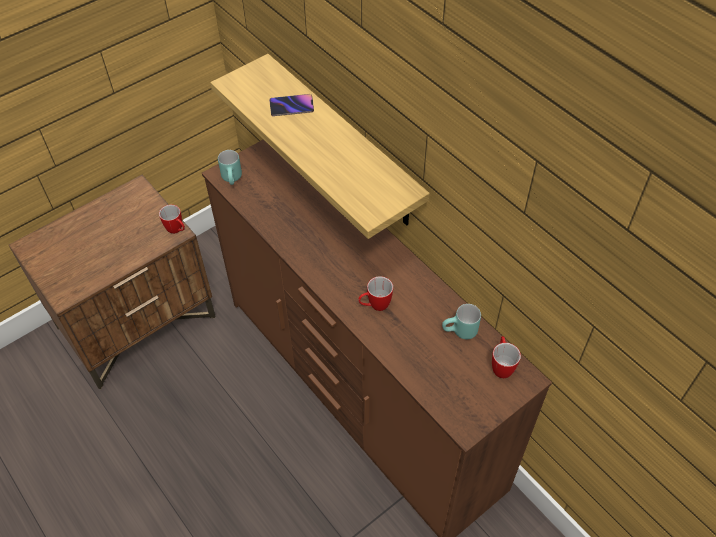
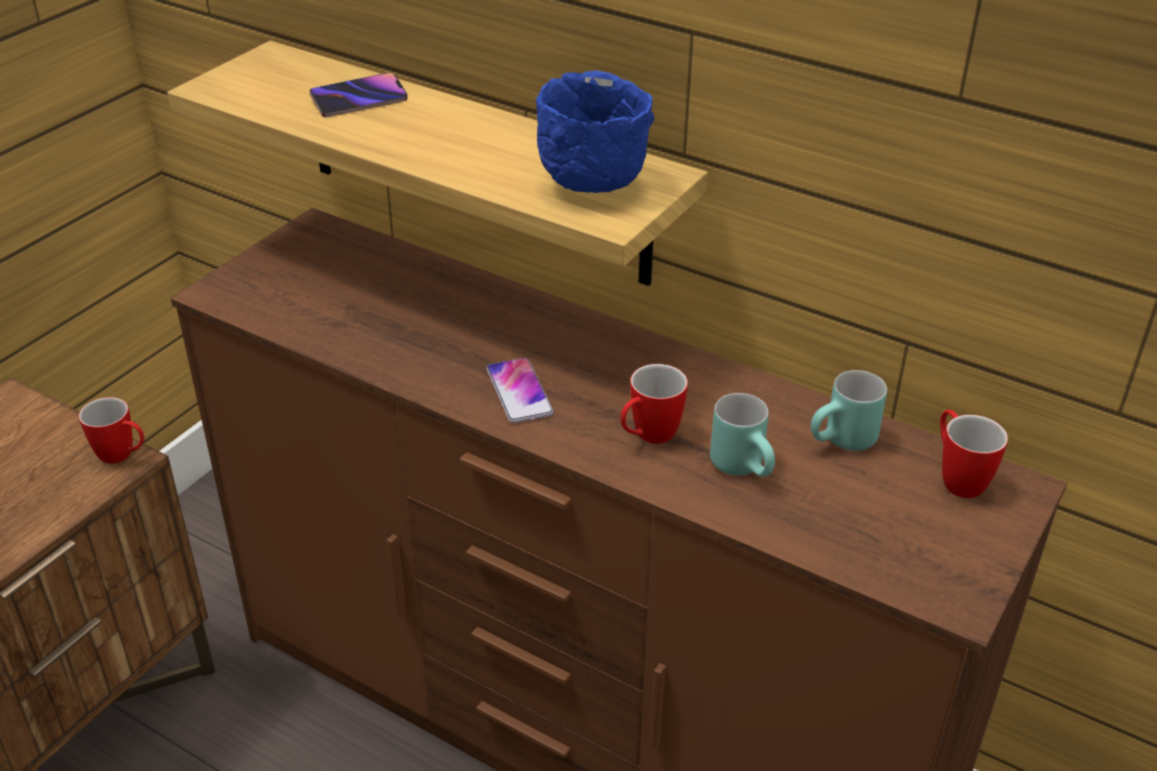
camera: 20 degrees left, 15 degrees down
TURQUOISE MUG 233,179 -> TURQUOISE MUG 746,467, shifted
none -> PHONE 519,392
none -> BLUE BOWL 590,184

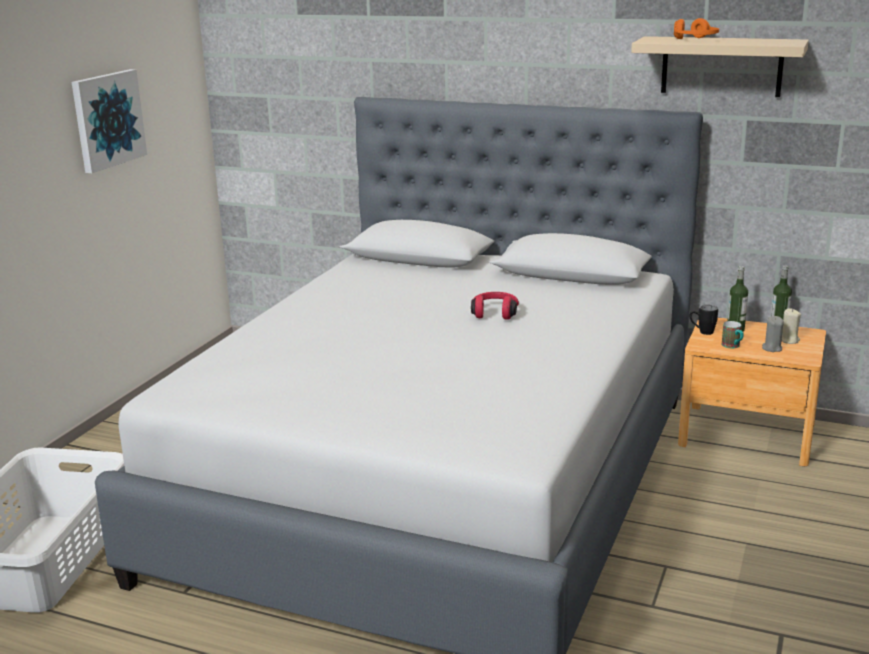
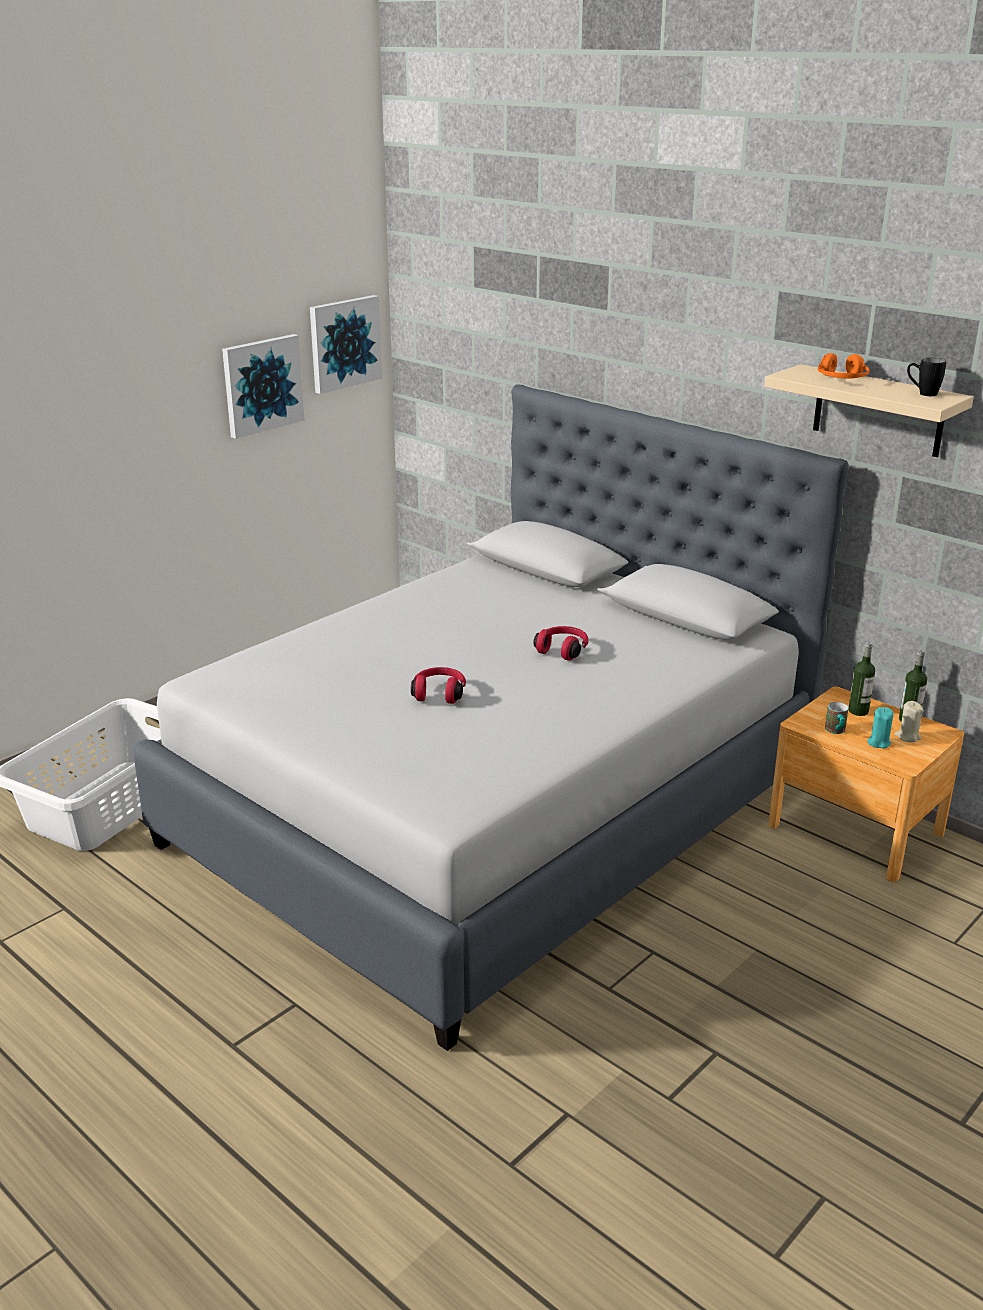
camera: 20 degrees right, 5 degrees up
BLACK MUG 702,332 -> BLACK MUG 922,393, shifted
GREY CANDLE 771,348 -> TURQUOISE CANDLE 878,742
none -> PICTURE 344,343
none -> RED HEADPHONES 439,694

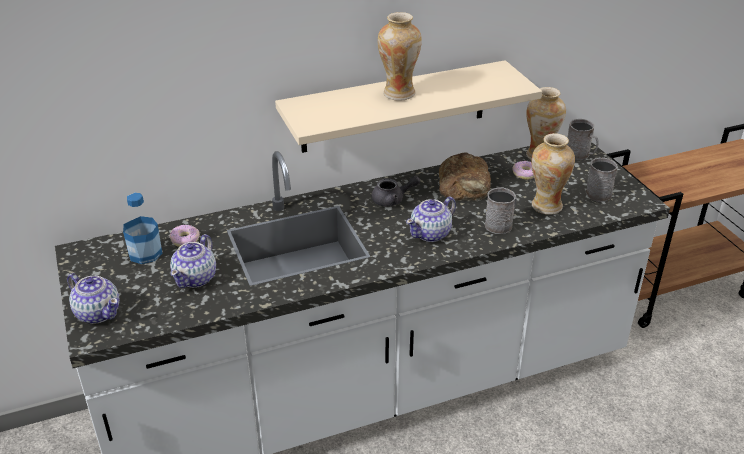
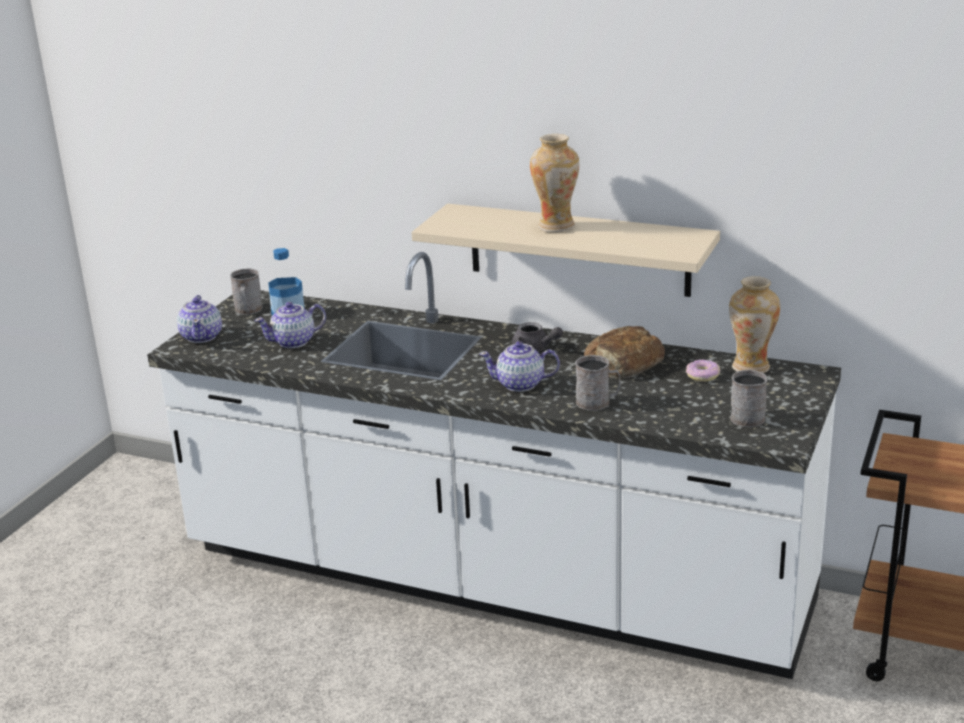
camera: 45 degrees right, 10 degrees down
DONUT 185,239 -> none
VASE 546,206 -> none
GREY MUG 580,154 -> GREY MUG 248,310, shifted

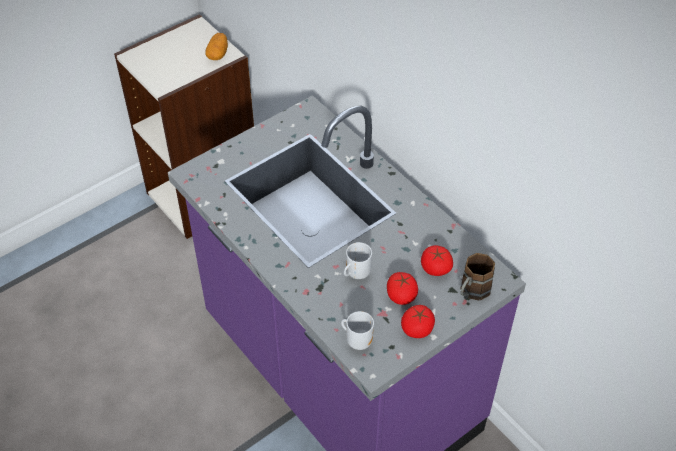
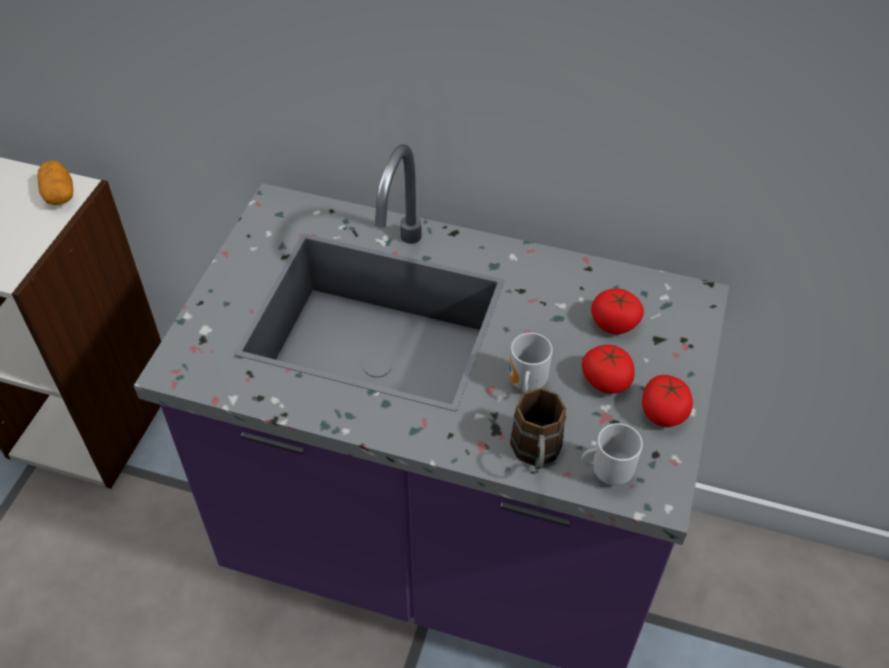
camera: 35 degrees left, 0 degrees up
BROWN MUG 471,292 -> BROWN MUG 536,455, shifted

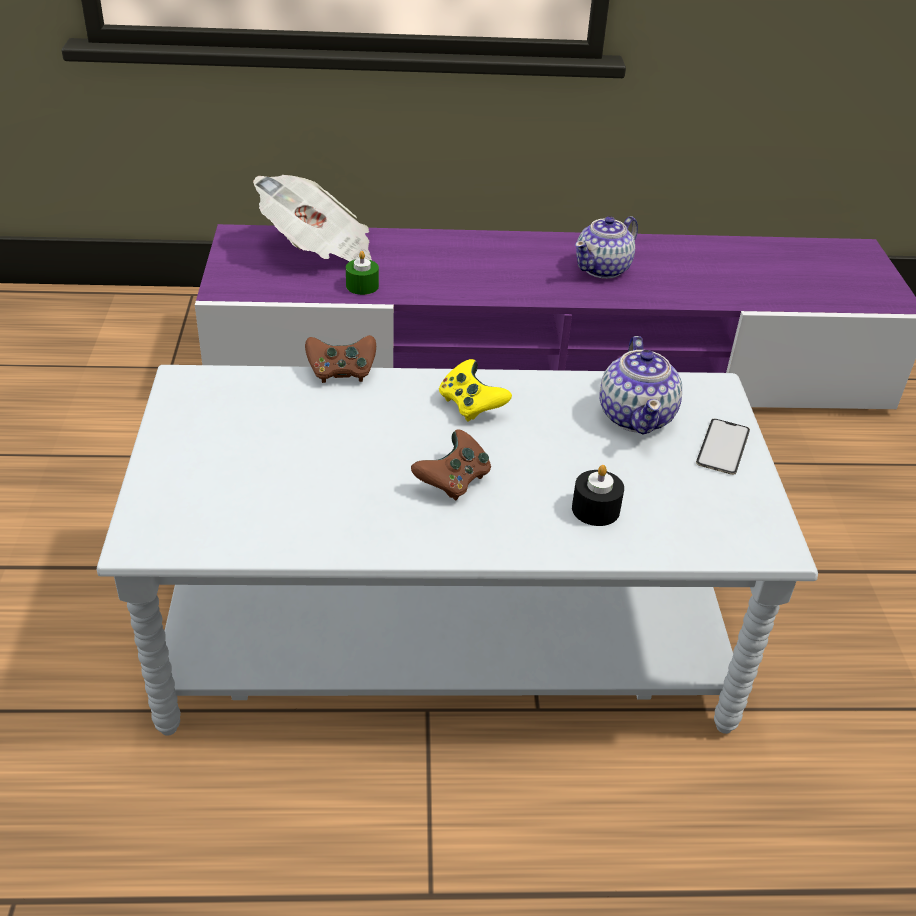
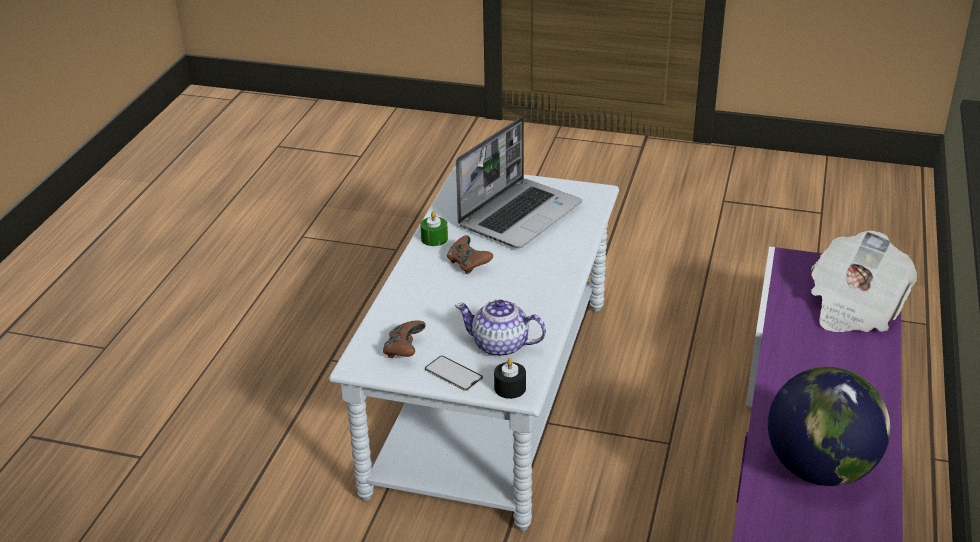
camera: 110 degrees right, 5 degrees down
BROWN GAME CONTROLLER 341,372 -> BROWN GAME CONTROLLER 404,350, shifted
GREEN CANDLE 362,286 -> GREEN CANDLE 434,238, shifted
YELLOW GAME CONTROLLER 471,405 -> none
BLACK CANDLE 595,509 -> BLACK CANDLE 510,388, shifted
TEAPOT 603,269 -> GLOBE 819,469
none -> LAPTOP 520,214

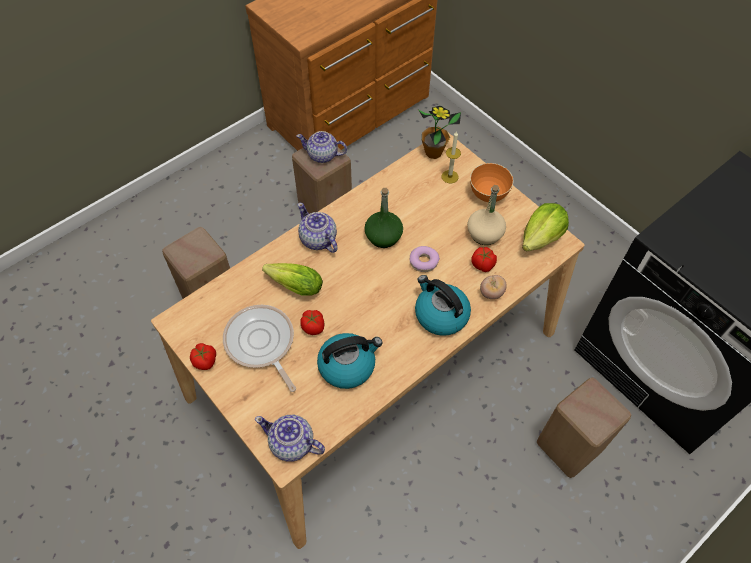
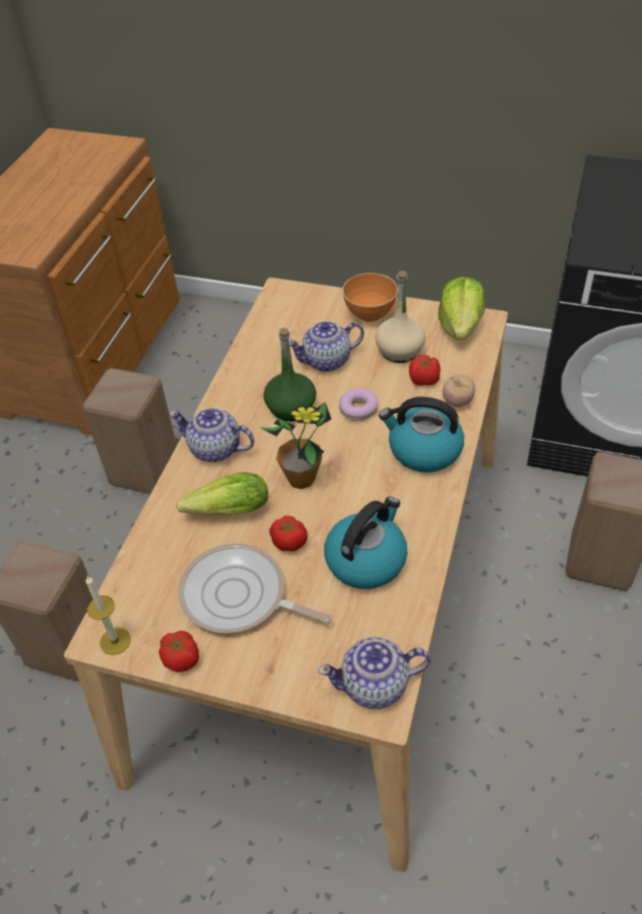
camera: 30 degrees left, 10 degrees down
TEAPOT 323,155 -> TEAPOT 327,361, shifted
POTTED PLANT 433,152 -> POTTED PLANT 301,479, shifted
CANDLE 449,176 -> CANDLE 115,641, shifted

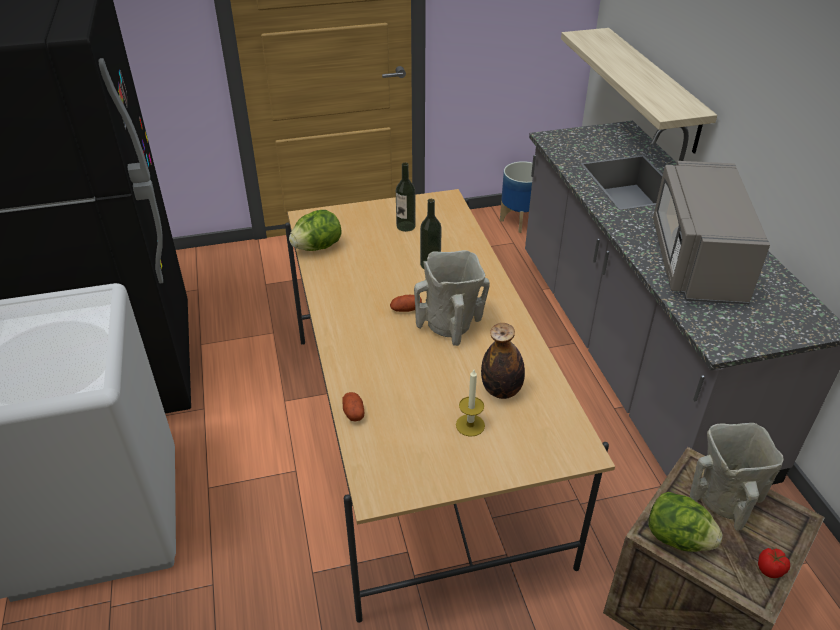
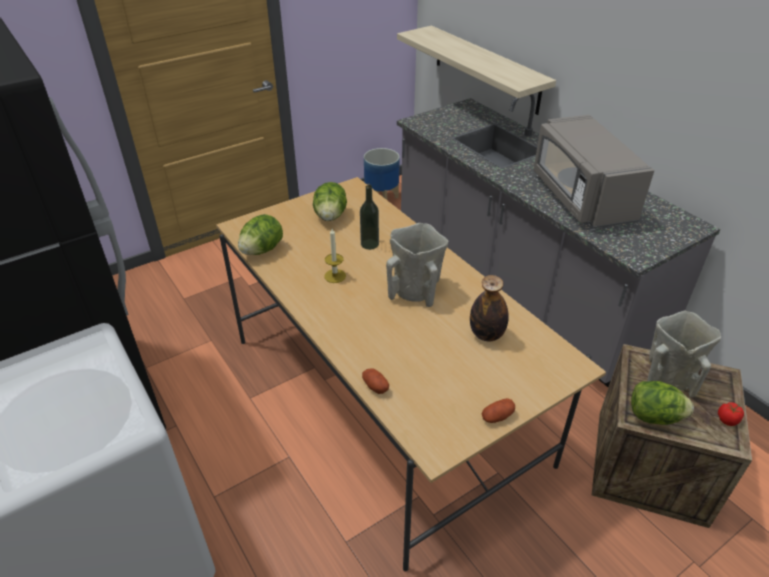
camera: 20 degrees left, 0 degrees up
POTATO 406,309 -> POTATO 497,417, shifted
BOTTLE 405,226 -> LETTUCE 330,216
CANDLE 470,425 -> CANDLE 335,276, shifted

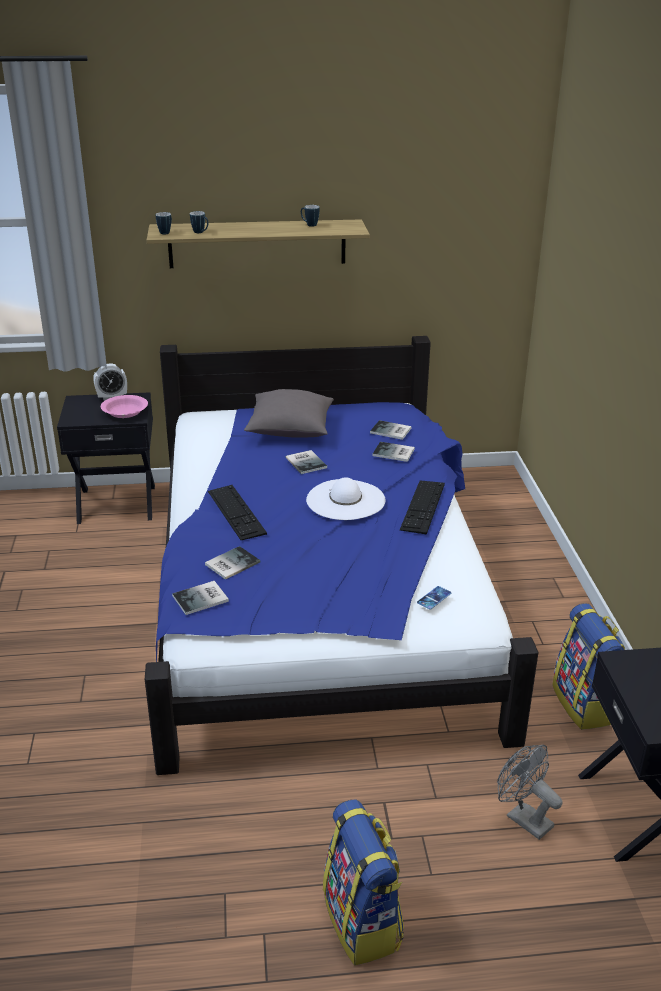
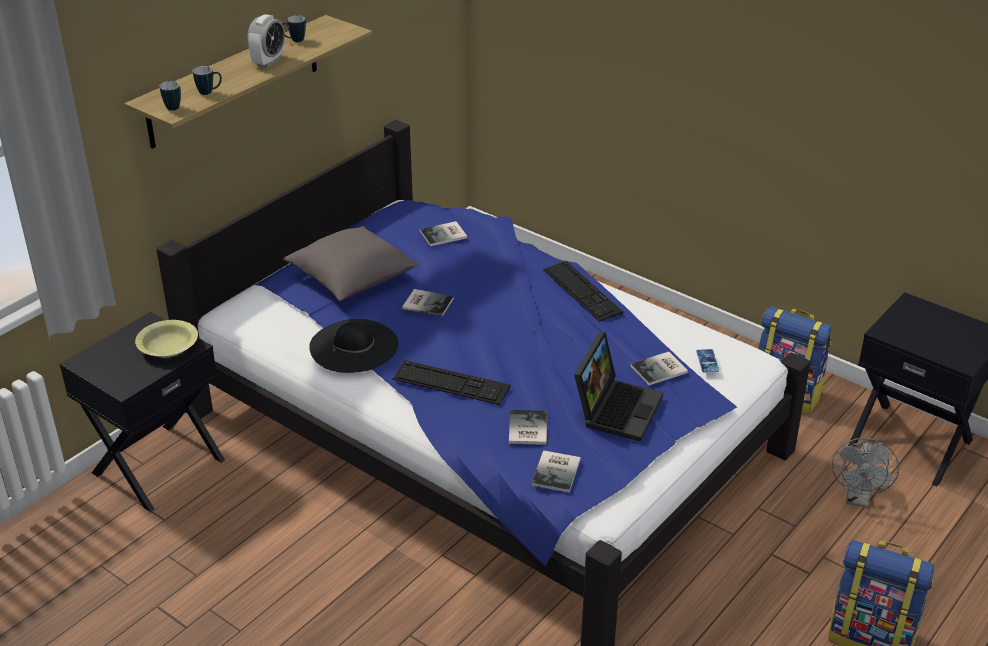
camera: 45 degrees left, 5 degrees up
ALARM CLOCK 112,397 -> ALARM CLOCK 268,61, shifted
PINK BOWL 125,412 -> YELLOW BOWL 168,347
WHITE HAT 345,500 -> none
BOOK 394,453 -> BOOK 660,369, shifted
GREY FAN 523,818 -> GREY FAN 858,499, 75 degrees counterclockwise
none -> BLACK HAT 354,346
none -> LAPTOP 616,407

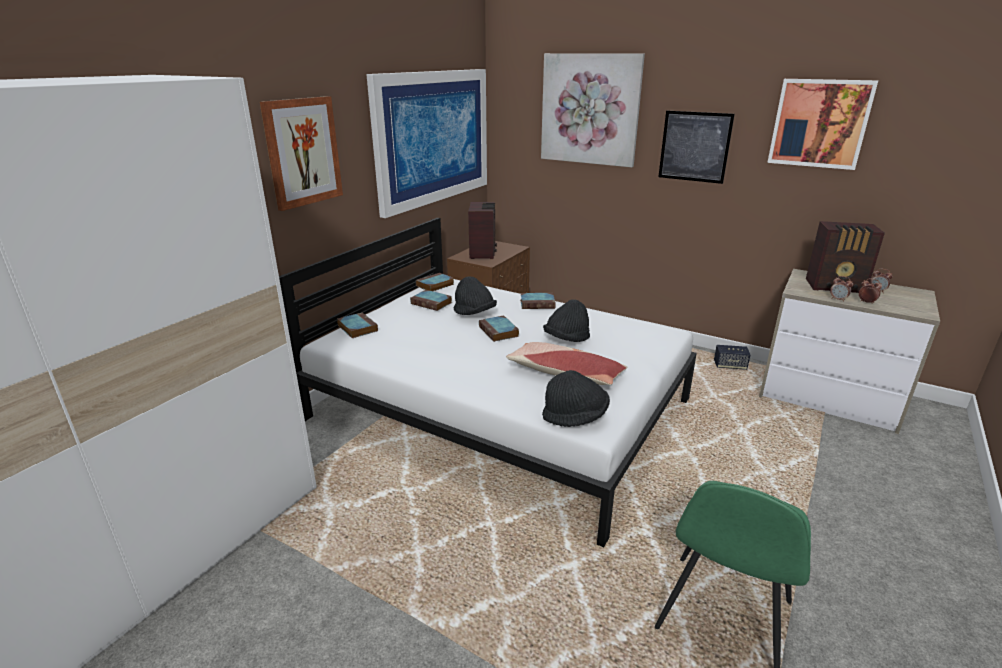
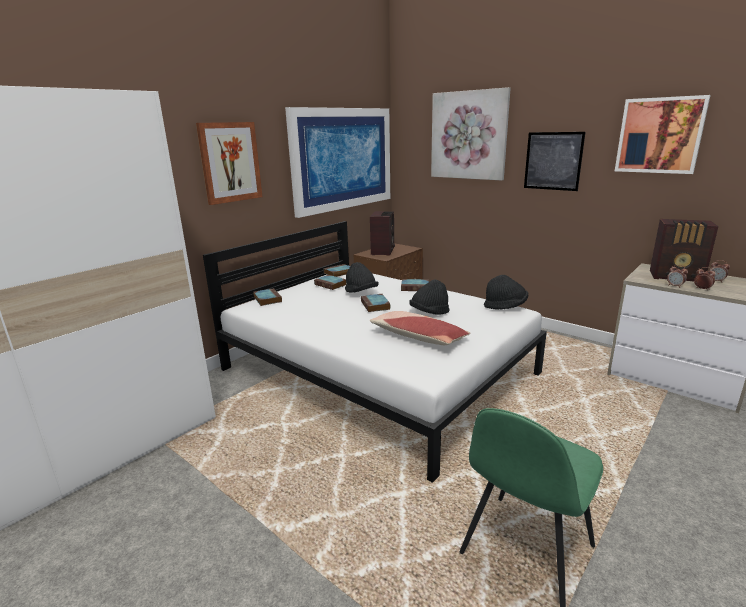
camera: 10 degrees right, 5 degrees down
BLACK HAT 575,417 -> BLACK HAT 505,306, shifted
SPEAKER 730,366 -> none

